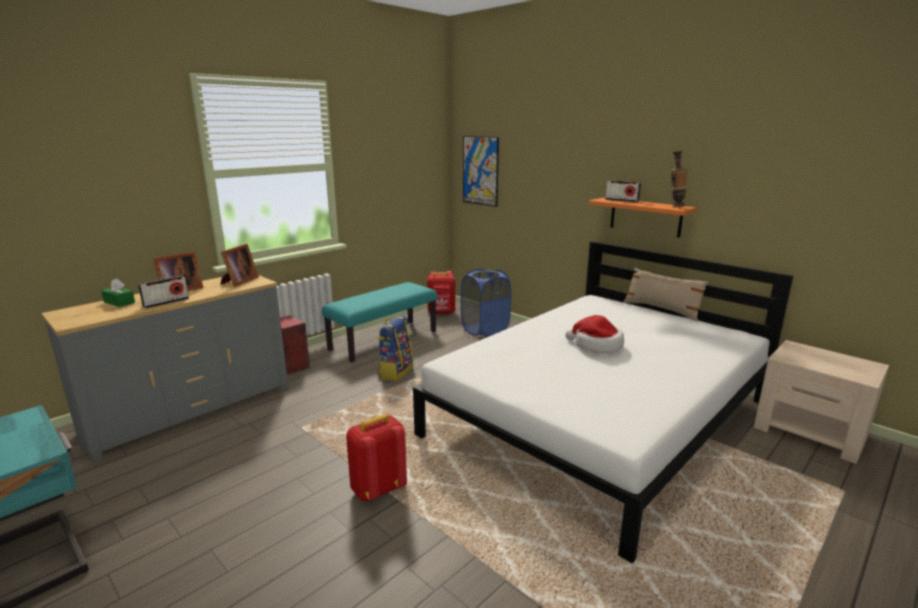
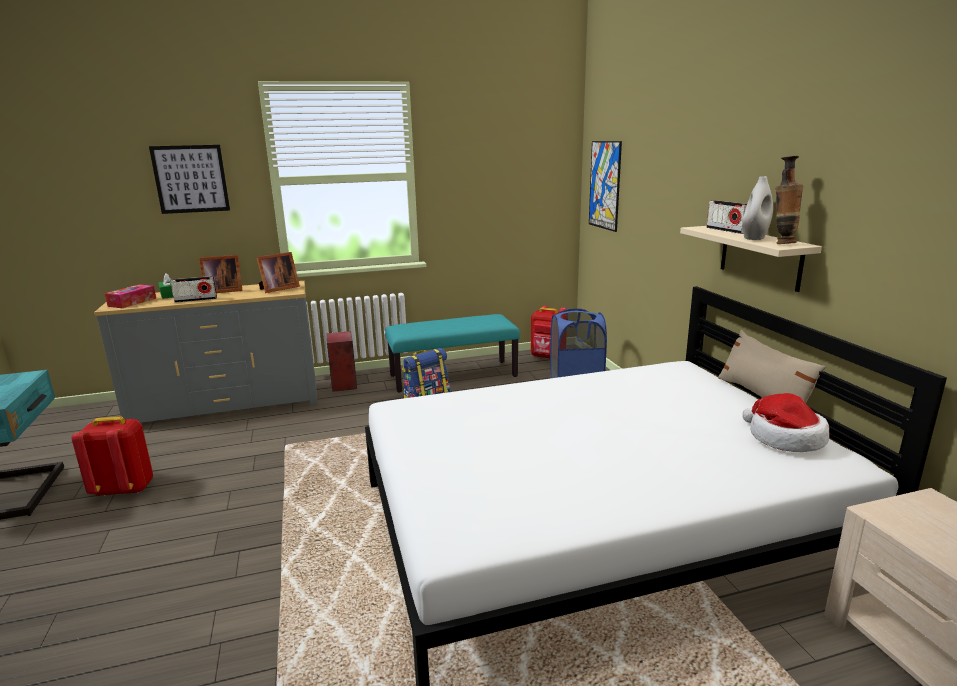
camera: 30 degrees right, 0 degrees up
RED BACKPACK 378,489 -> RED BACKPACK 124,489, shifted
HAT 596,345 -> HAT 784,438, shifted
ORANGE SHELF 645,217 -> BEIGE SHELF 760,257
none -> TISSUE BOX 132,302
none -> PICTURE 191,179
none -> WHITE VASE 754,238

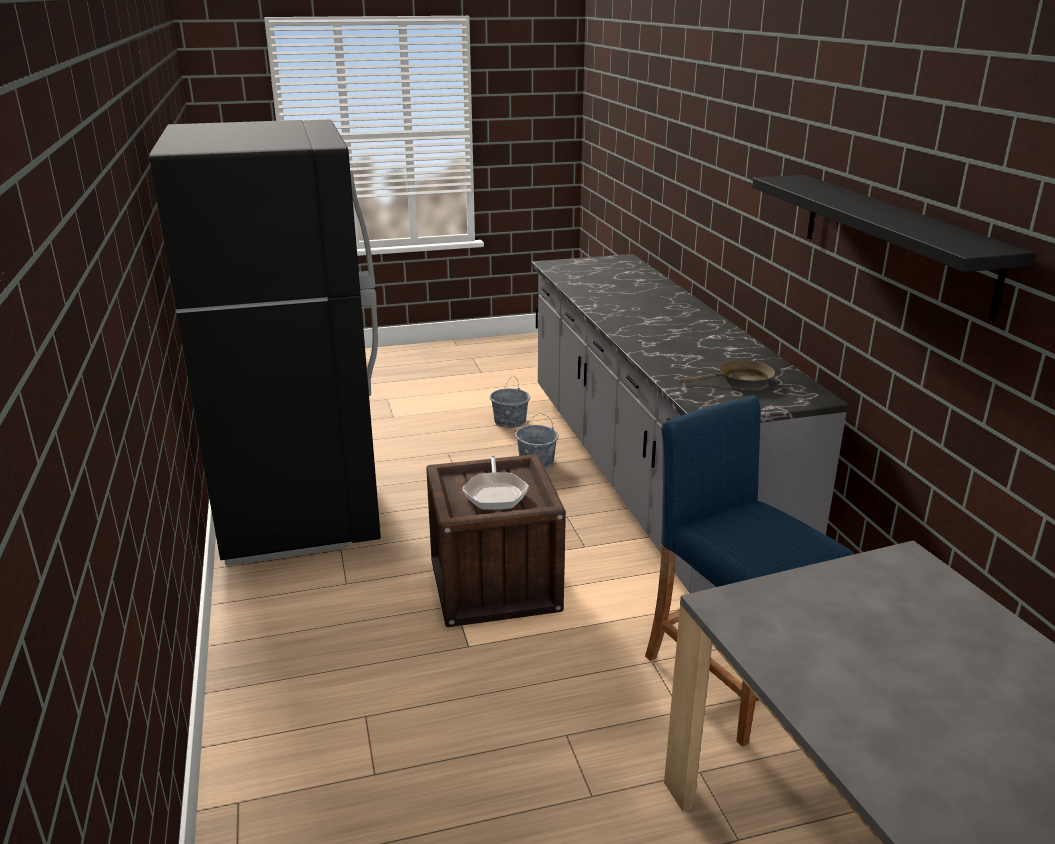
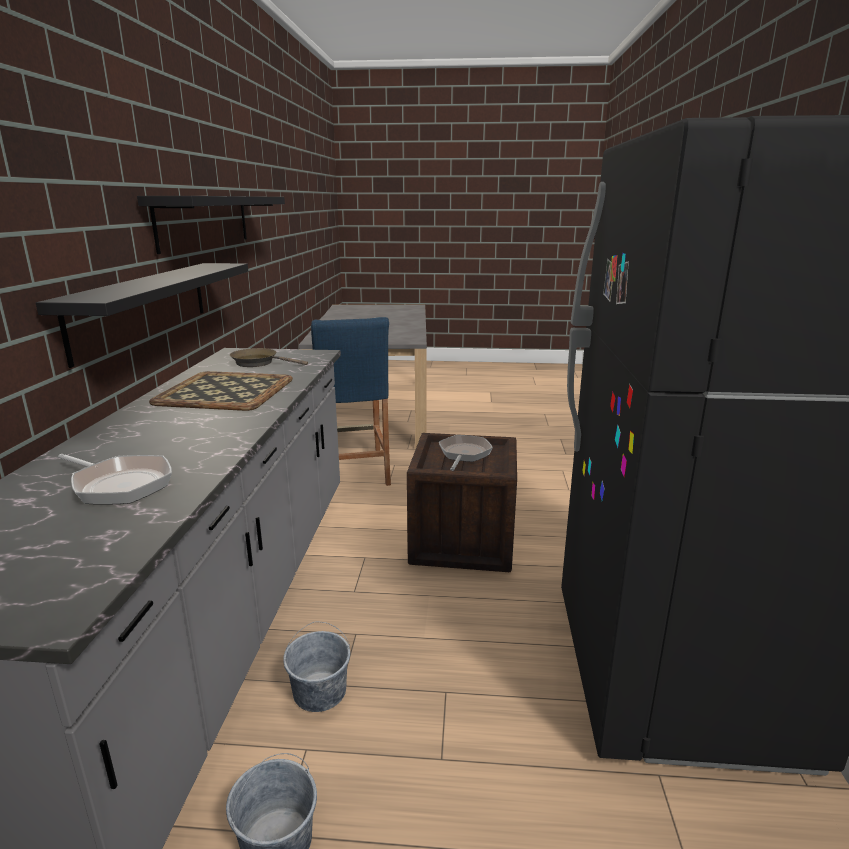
camera: 160 degrees left, 5 degrees down
none -> BLACK SHELF 143,307
none -> FRYING PAN 119,484
none -> TRAY 225,391

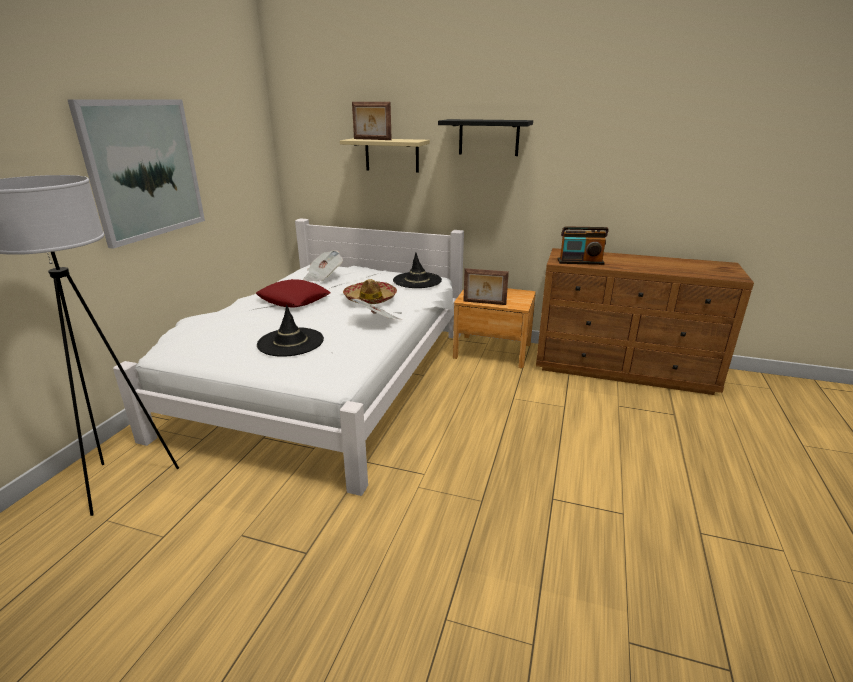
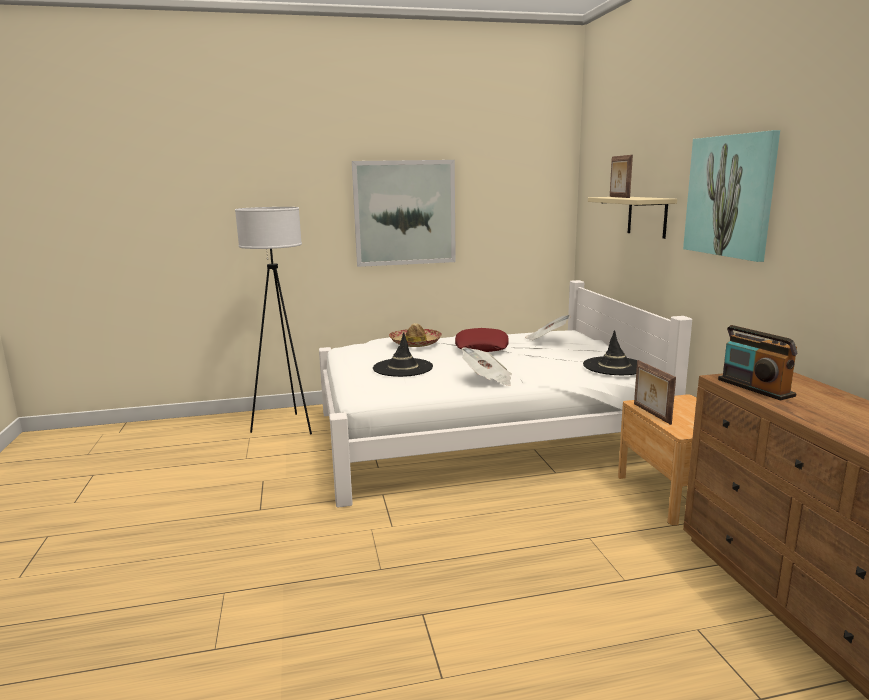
camera: 60 degrees right, 10 degrees down
HAT 370,299 -> HAT 415,343, shifted
BLACK SHELF 488,137 -> PICTURE 729,196

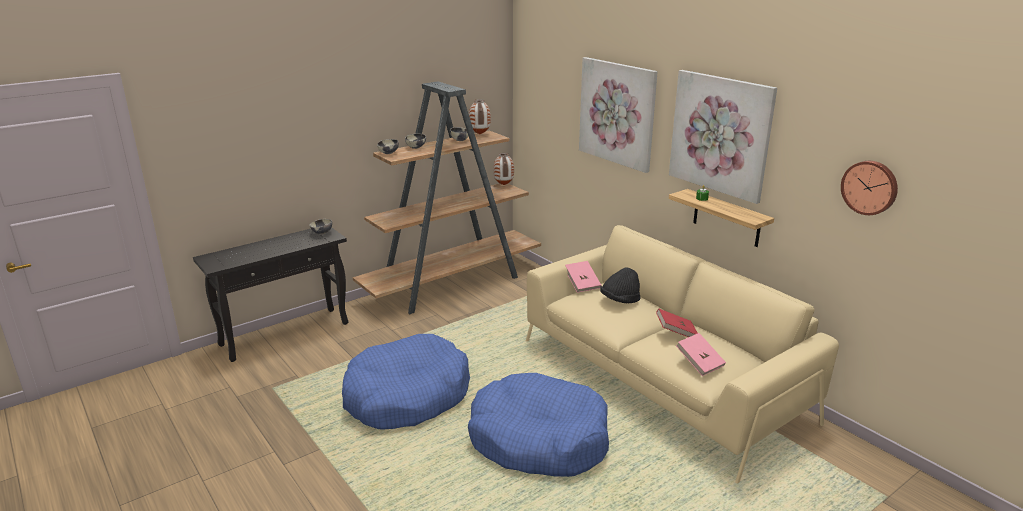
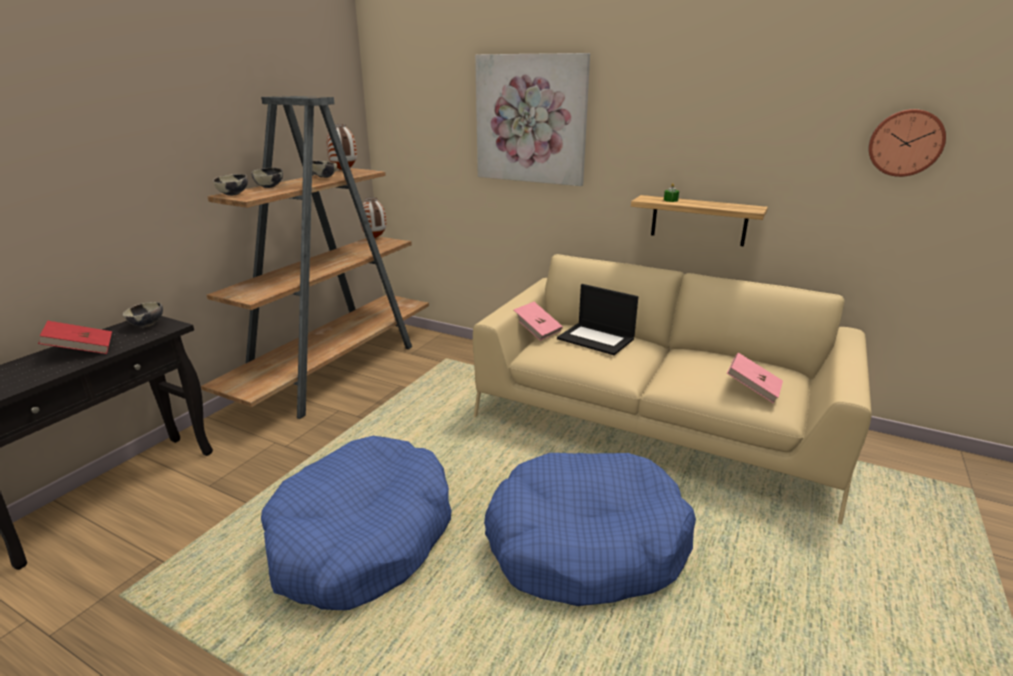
camera: 25 degrees left, 0 degrees up
BLACK HAT 619,300 -> LAPTOP 597,339
RED BOOK 676,333 -> RED BOOK 81,350, shifted
PICTURE 720,134 -> none

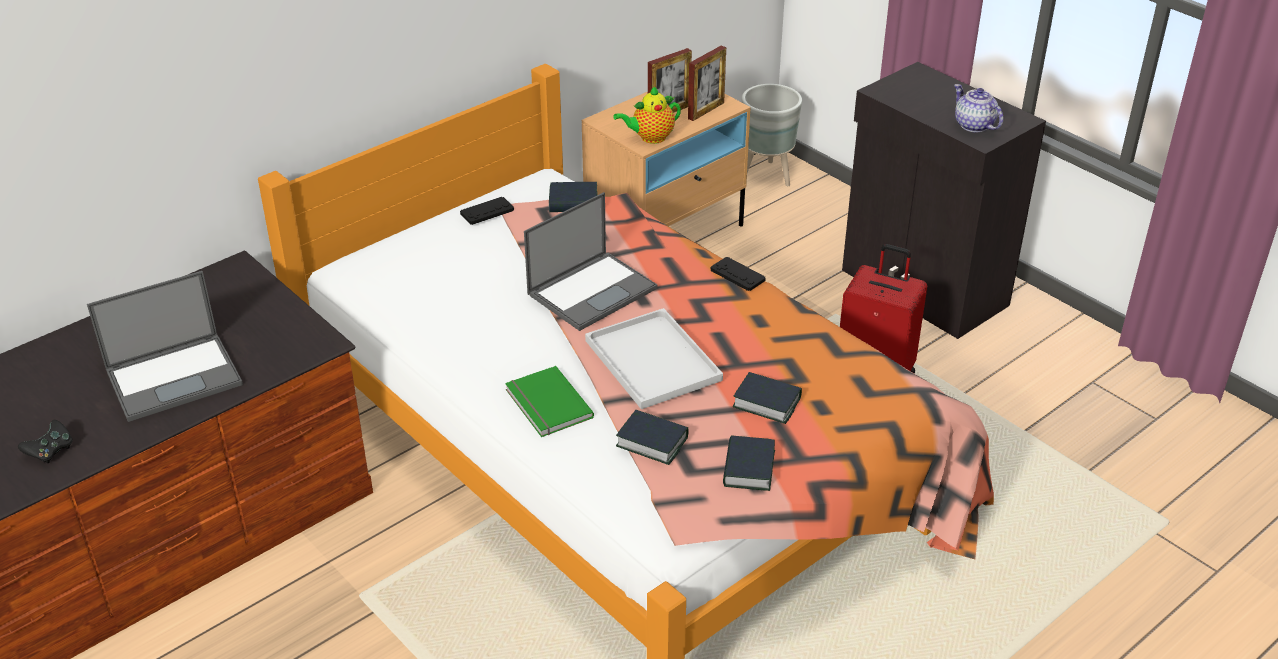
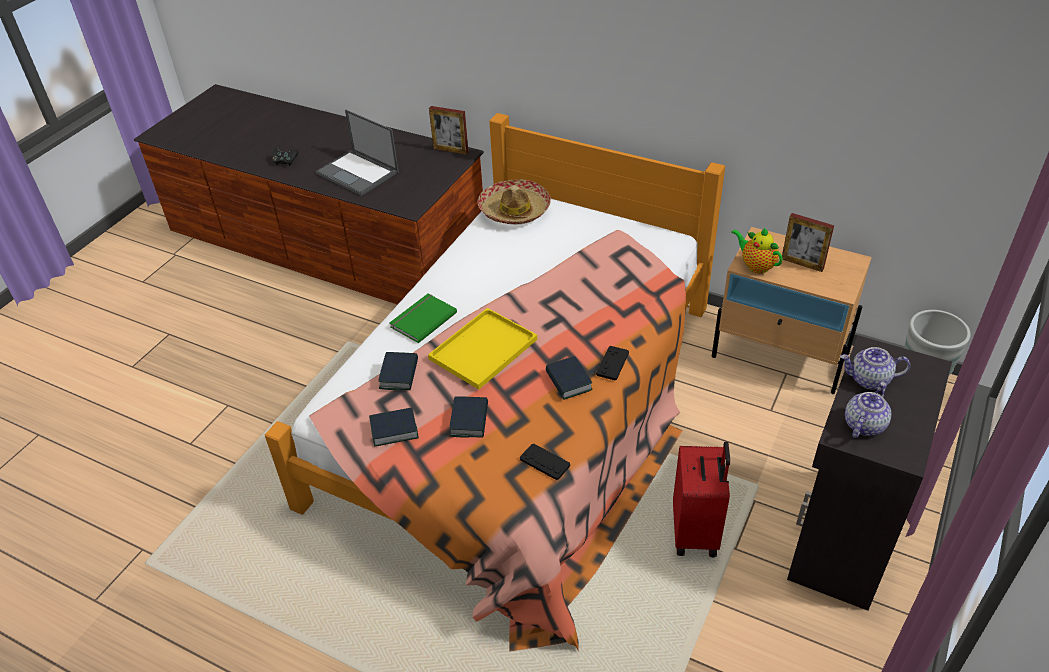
camera: 70 degrees right, 5 degrees up
BLACK GAME CONTROLLER 487,212 -> BLACK GAME CONTROLLER 544,462, shifted
LAPTOP 593,290 -> none
BOOK 573,203 -> BOOK 568,381, shifted
WHITE TRAY 650,359 -> YELLOW TRAY 484,348
PICTURE FRAME 706,110 -> PICTURE FRAME 450,150, shifted
none -> HAT 514,210
none -> TEAPOT 869,380

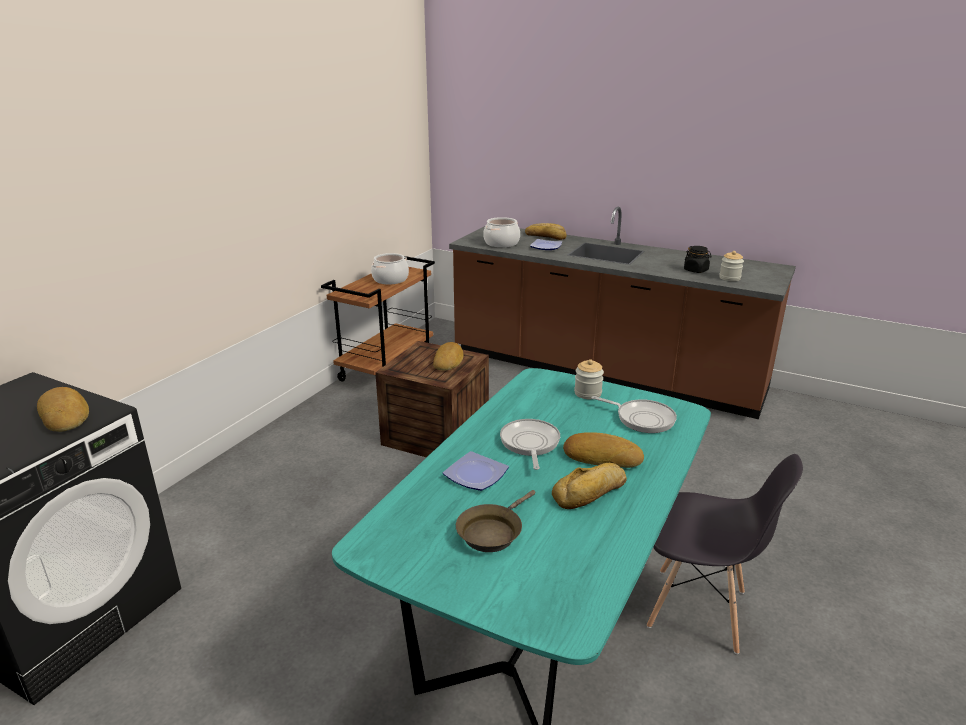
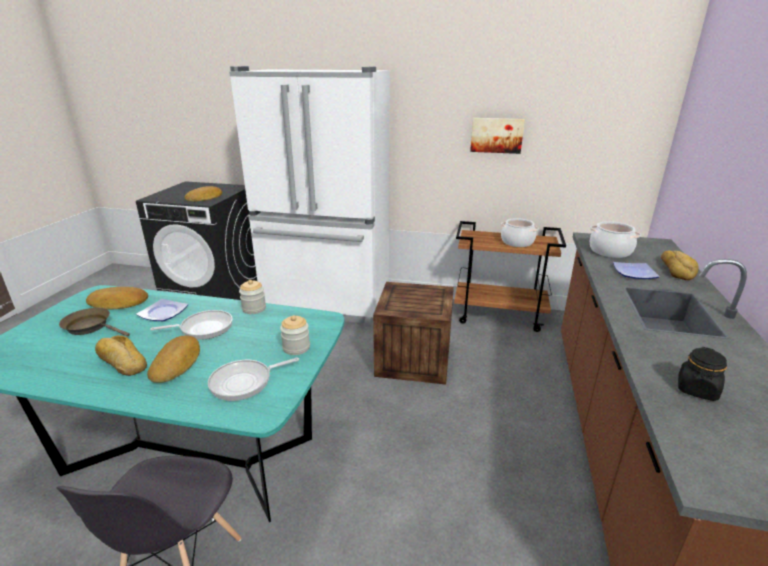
camera: 75 degrees right, 0 degrees up
BREAD 449,361 -> BREAD 118,303, shifted
FRYING PAN 642,418 -> FRYING PAN 245,382, 45 degrees clockwise
JAR 729,278 -> JAR 254,309, shifted
none -> WHITE FRIDGE 327,304
none -> PICTURE 496,135

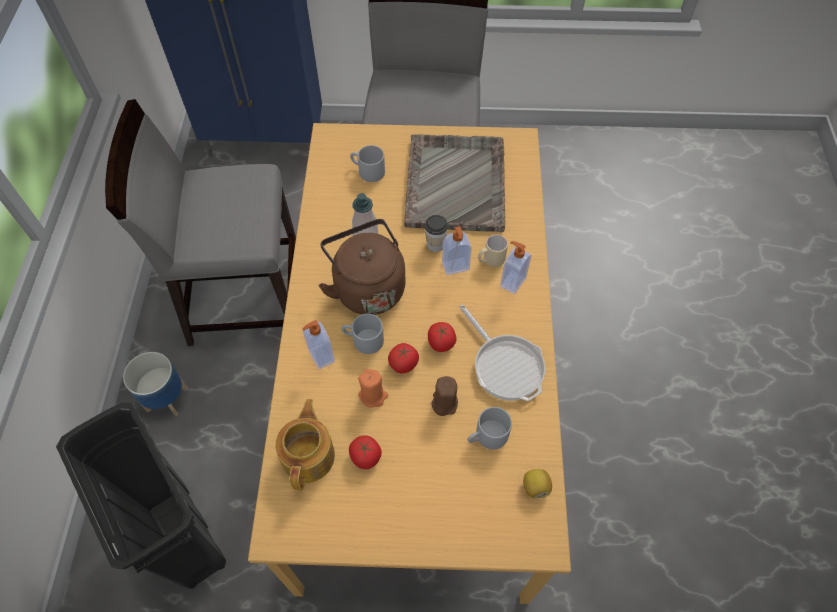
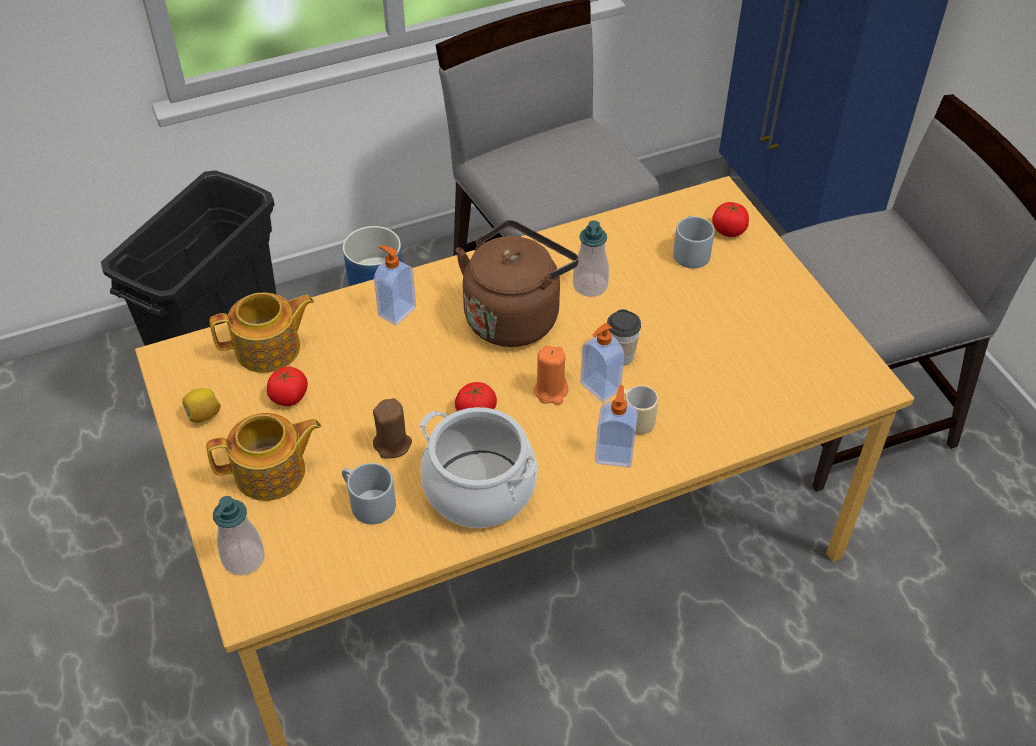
camera: 65 degrees right, 10 degrees down
GREY MUG 363,340 -> none
ORANGE CANDLE 373,395 -> ORANGE CANDLE 551,391, shifted
TOMATO 403,364 -> TOMATO 728,230, shifted
GREY TRAY 455,183 -> none
FRYING PAN 505,365 -> COOKING POT 479,488
LEMON 535,487 -> LEMON 203,415, shifted
none -> TEAPOT 272,473
none -> SOAP DISPENSER 243,559

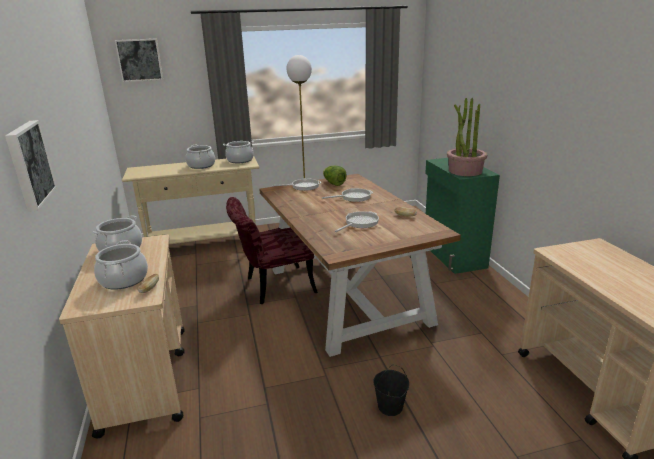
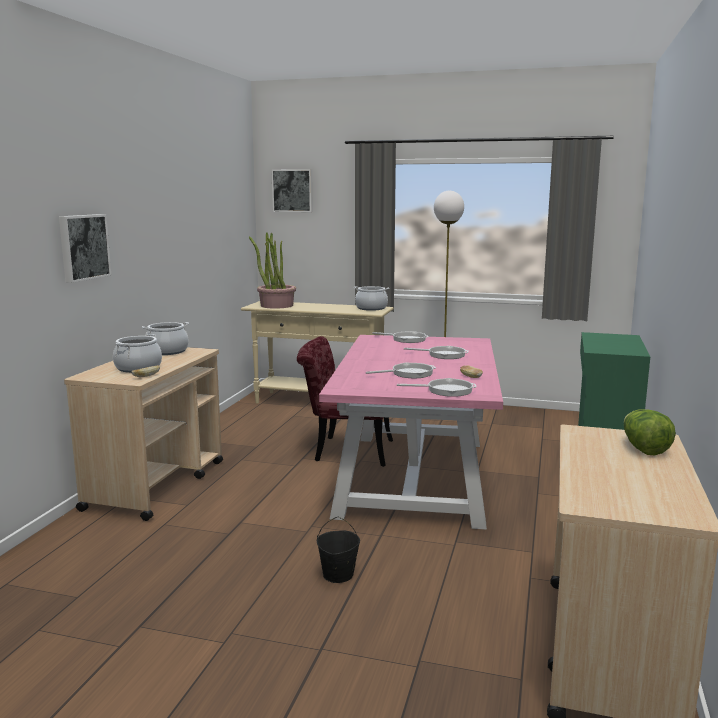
camera: 30 degrees right, 10 degrees down
COOKING POT 201,165 -> none
BROWN DINING TABLE 346,294 -> PINK DINING TABLE 414,475
LETTUCE 334,183 -> LETTUCE 643,448, shifted
POTTED PLANT 465,171 -> POTTED PLANT 276,305, shifted
none -> FRYING PAN 446,390

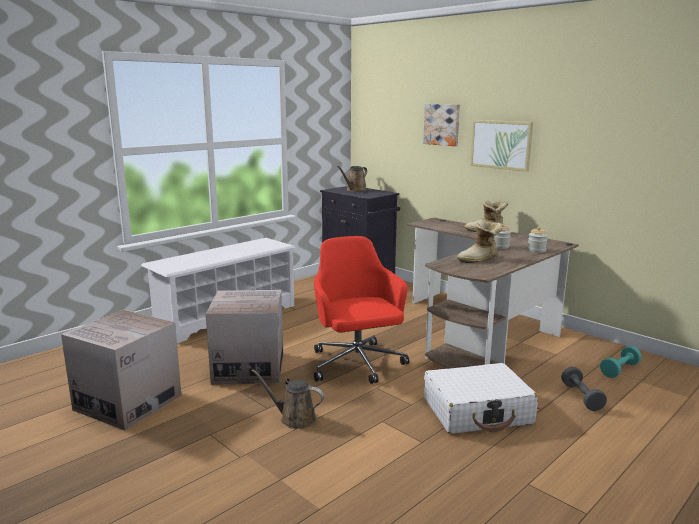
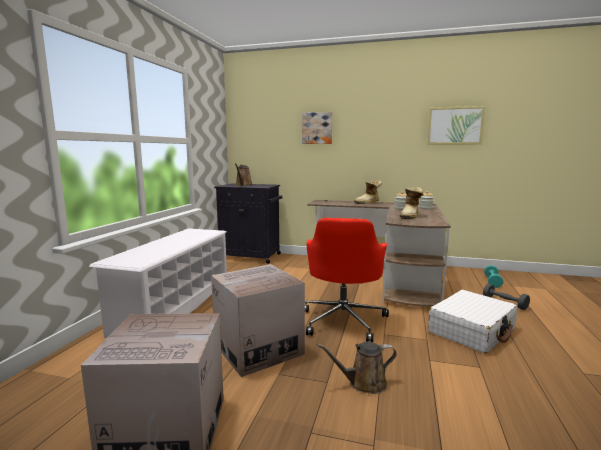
camera: 30 degrees left, 5 degrees down
RED OFFICE CHAIR 357,364 -> RED OFFICE CHAIR 343,320, 120 degrees counterclockwise
PICTURE 501,144 -> PICTURE 455,125, shifted

